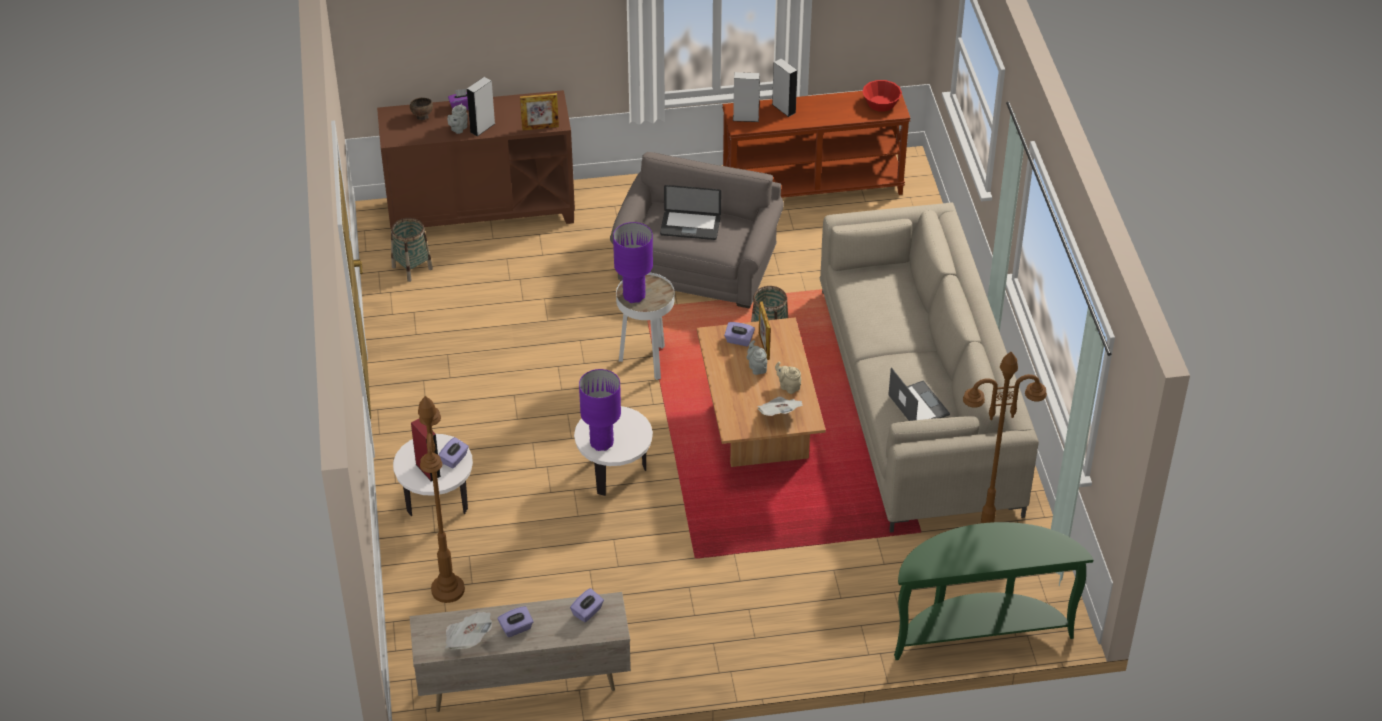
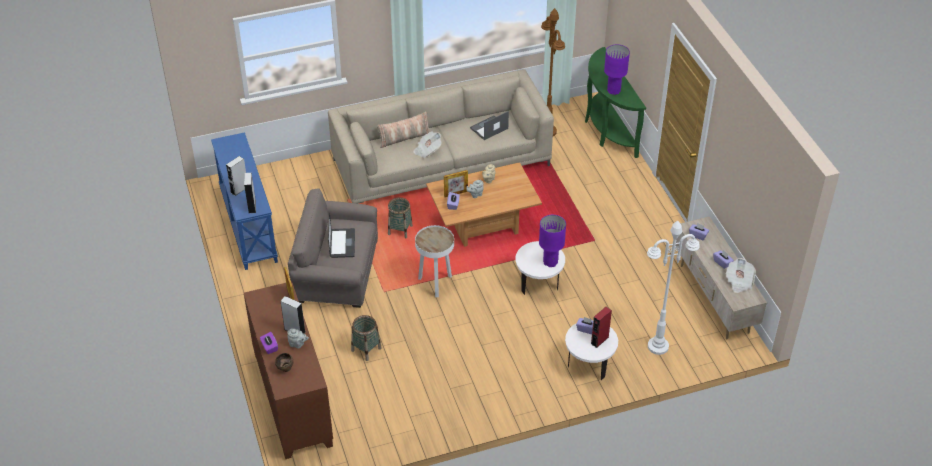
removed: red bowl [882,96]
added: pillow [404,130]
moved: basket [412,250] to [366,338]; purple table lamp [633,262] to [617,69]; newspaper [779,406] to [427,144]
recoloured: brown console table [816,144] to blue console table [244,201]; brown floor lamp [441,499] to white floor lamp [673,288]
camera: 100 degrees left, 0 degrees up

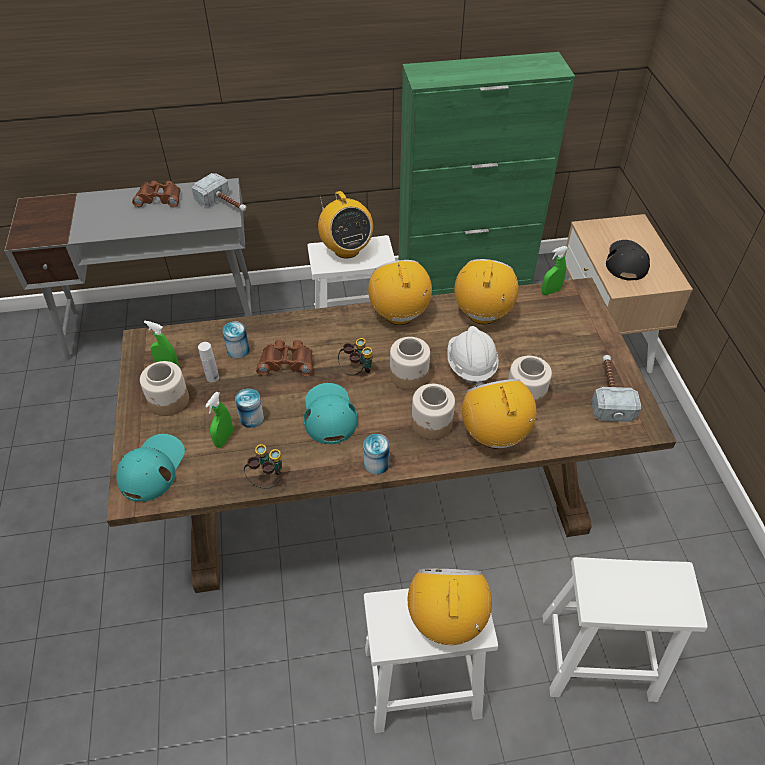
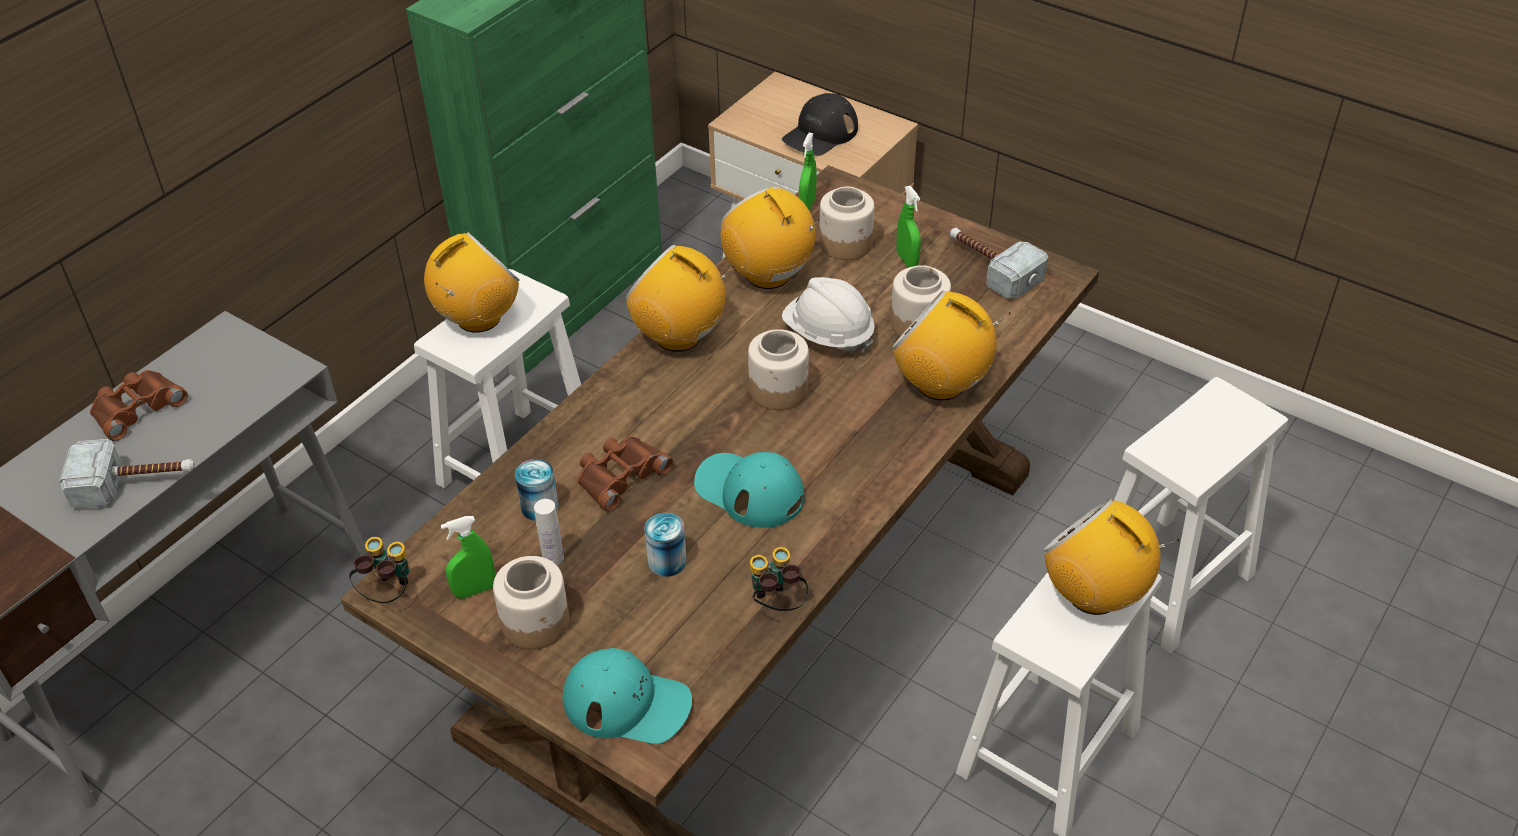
removed: can [376,454]
moved: hammer [218,192] to [127,474]; binoculars [355,357] to [379,570]; jar [433,412] to [846,223]; green spray bottle [219,420] to [908,226]
turned: radio [345,224] = [472,282] 60 degrees counterclockwise; black cap [628,260] = [820,124] 105 degrees counterclockwise; turquoise cap [150,468] = [627,696] 135 degrees clockwise
camera: 45 degrees left, 5 degrees down

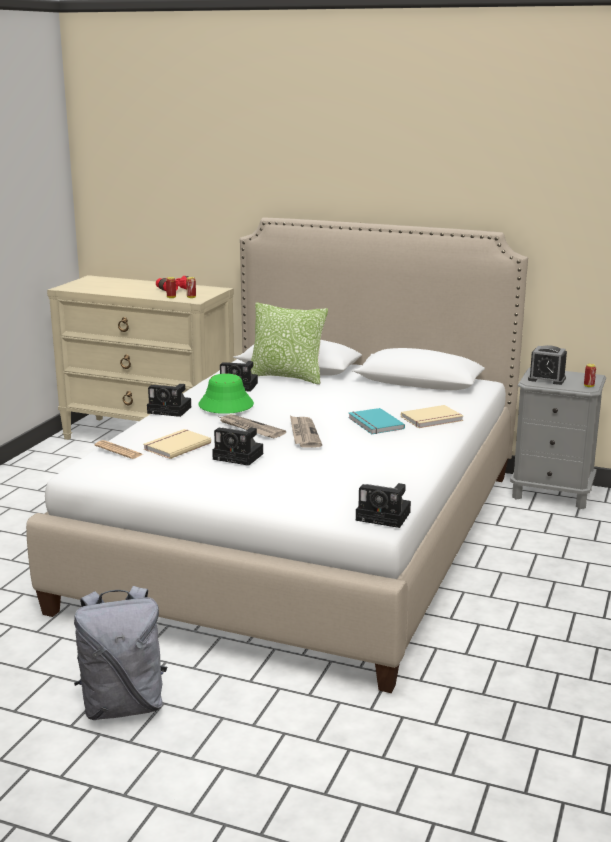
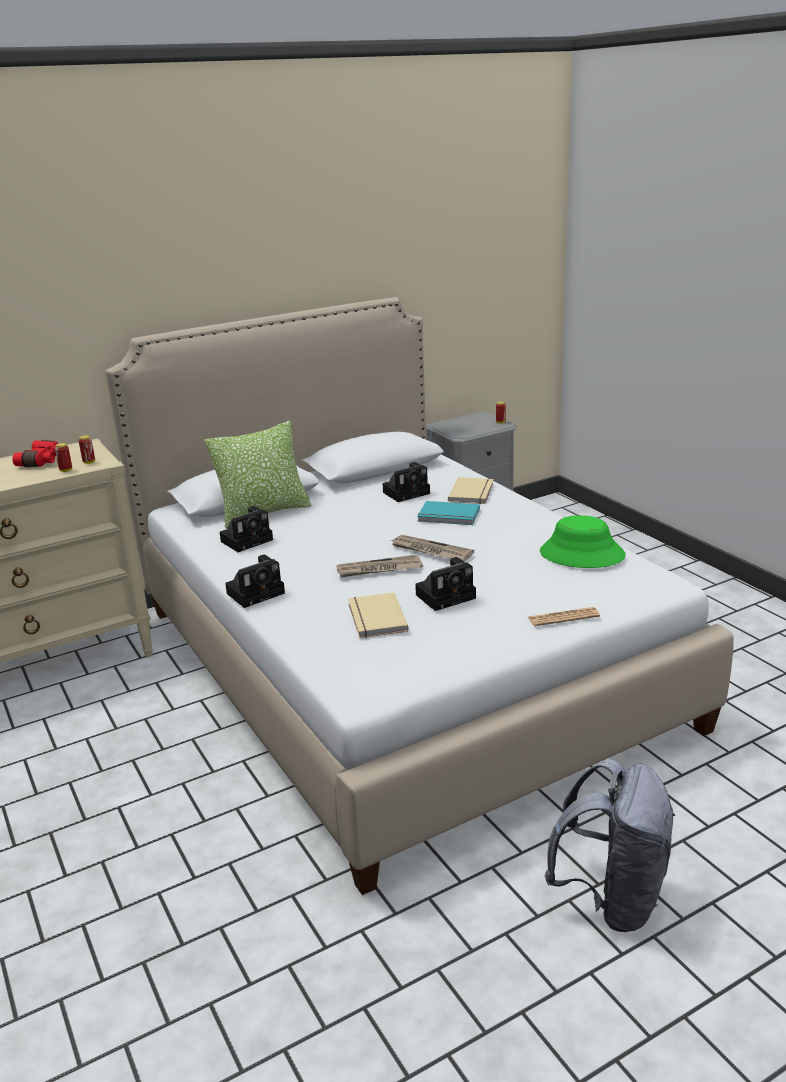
removed: alarm clock [547,365]
moved: green hat [226,394] to [583,541]; newspaper [119,449] to [564,616]; photo camera [383,505] to [406,482]
camera: 50 degrees left, 5 degrees up

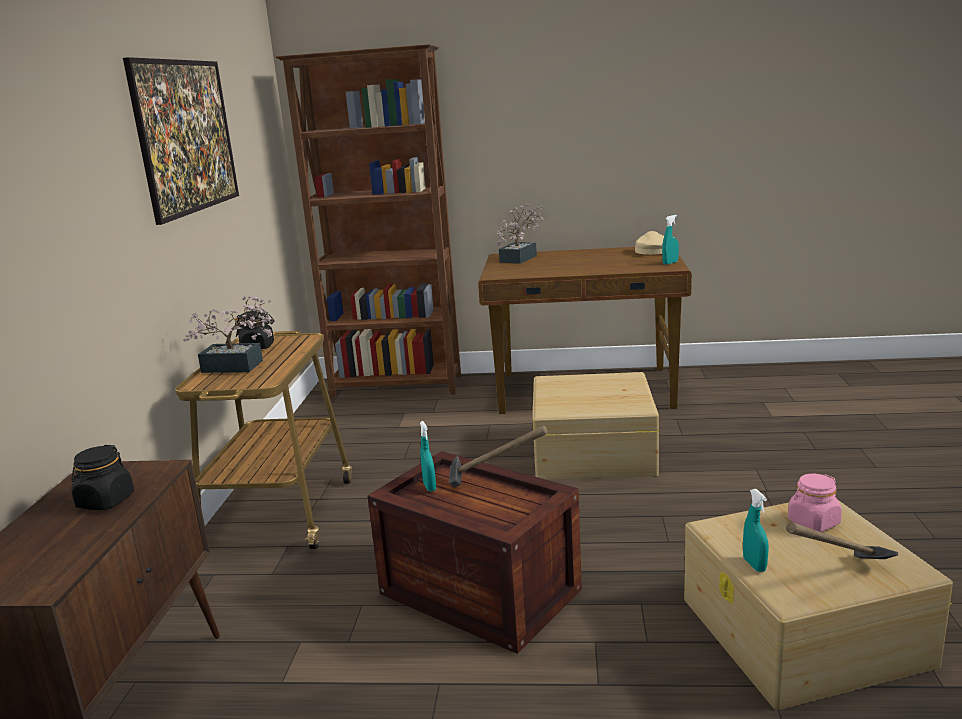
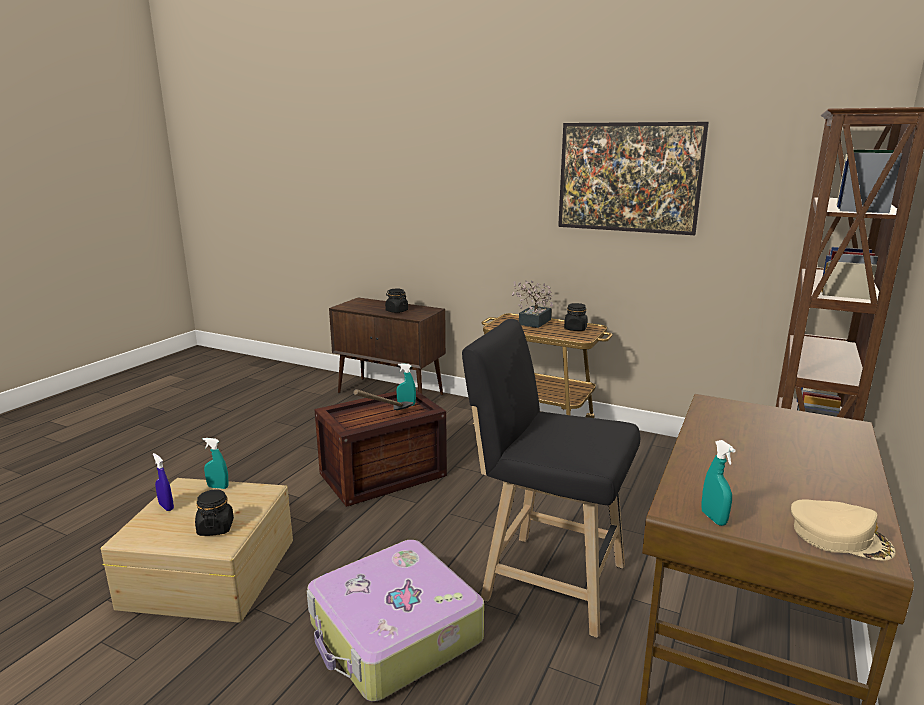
removed: potted plant [520,233]
added: suitcase [395,621]
replaced: beige storage box [596,425] to black stool [551,478]; hammer [842,540] to blue spray bottle [163,482]
recoloured: pink jar [815,503] to black jar [214,512]
camera: 110 degrees right, 0 degrees up

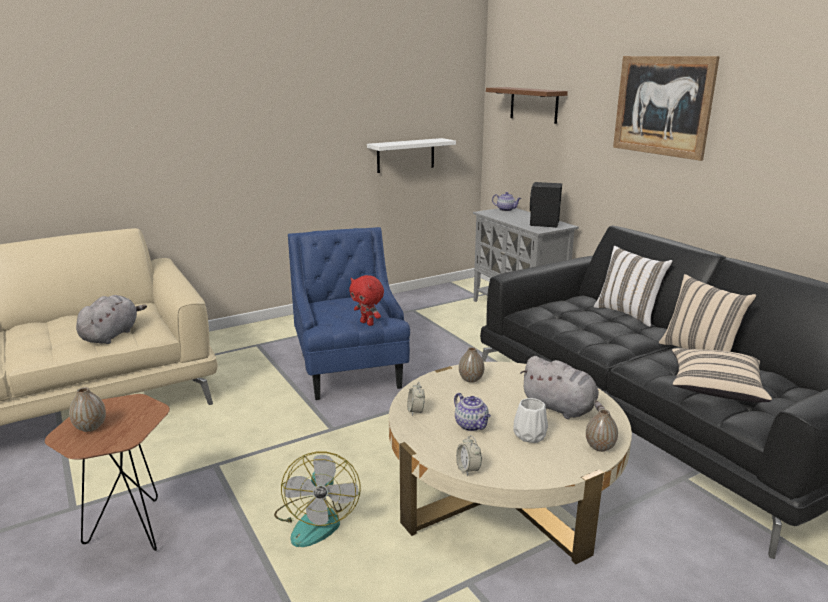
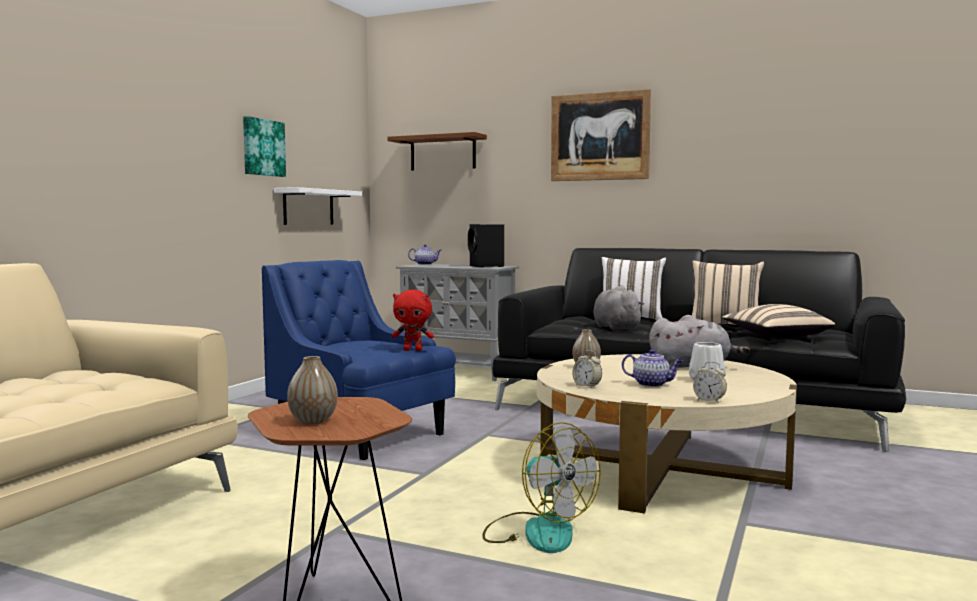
removed: vase [602,430]
added: picture [264,146]
moved: grey plush toy [111,319] to [618,307]
camera: 35 degrees left, 15 degrees down

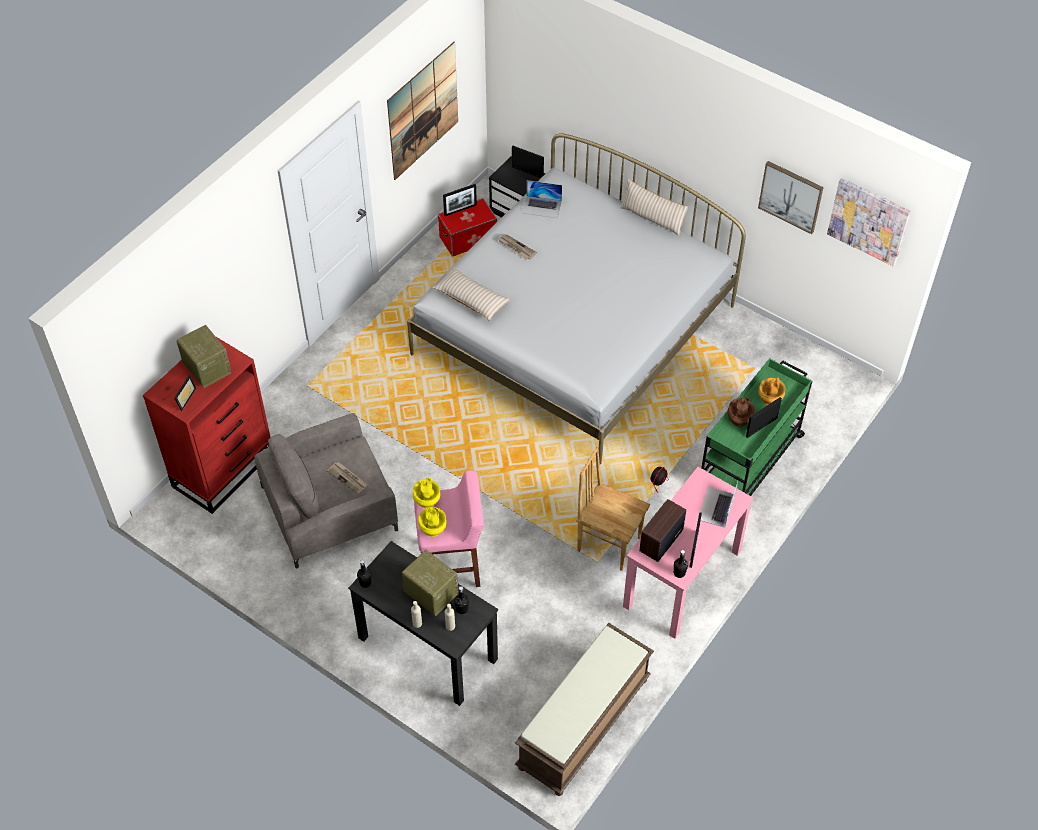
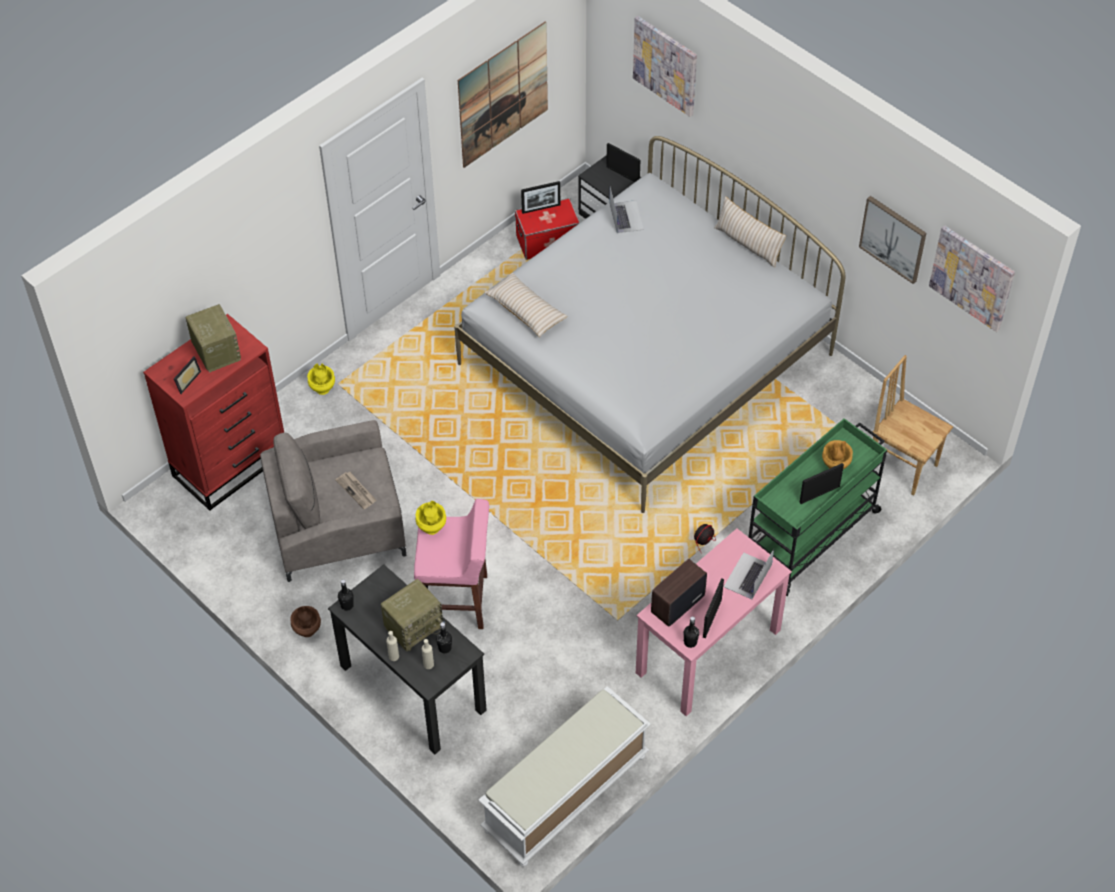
removed: newspaper [517,247]
added: picture [665,66]
moved: brown vase [741,412] to [305,621]; brown chair [613,509] to [913,425]; yellow vase [432,522] to [321,379]
recoloured: brown bench [584,709] to white bench [564,776]
turned: laptop [542,199] = [626,210] 120 degrees counterclockwise; radio [430,583] = [413,615] 90 degrees clockwise
camera: 10 degrees right, 0 degrees up

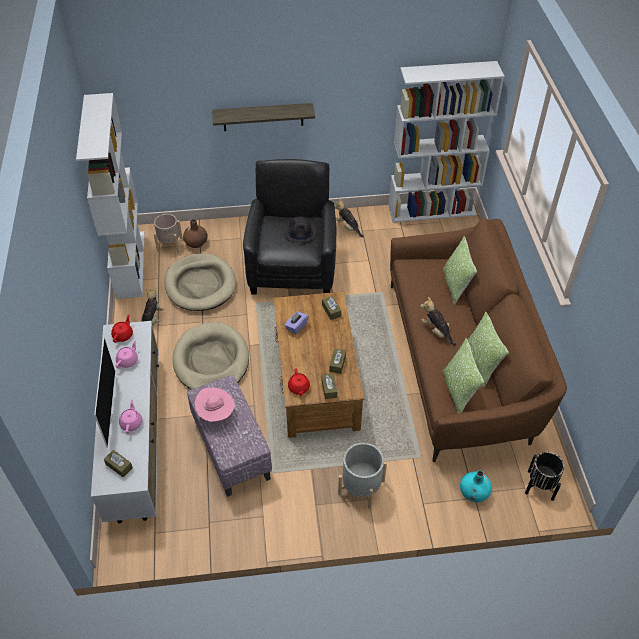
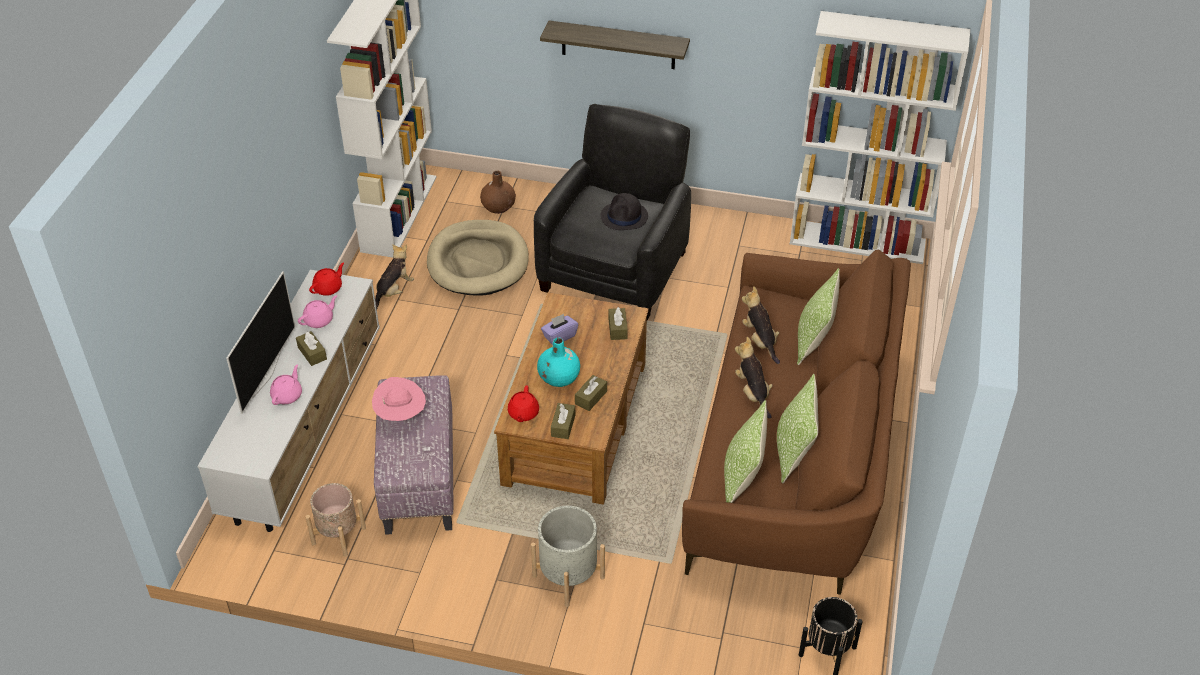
removed: beige dog bed [210,355]
moved: plush toy [349,218] to [761,325]; beige planter [168,233] to [335,520]; brown tissue box [118,464] to [311,348]; turquoise vase [476,486] to [558,362]
camera: 20 degrees right, 5 degrees down

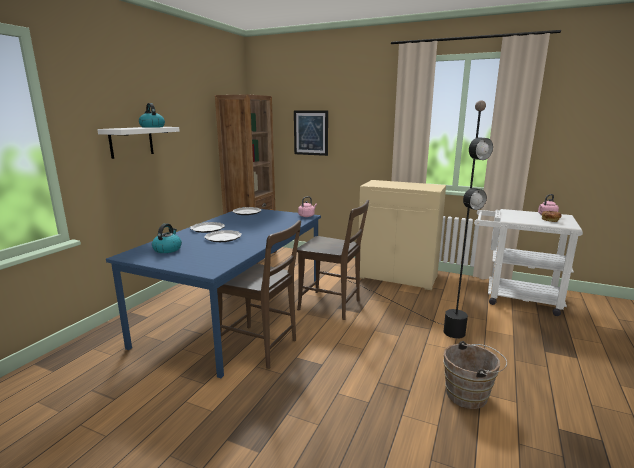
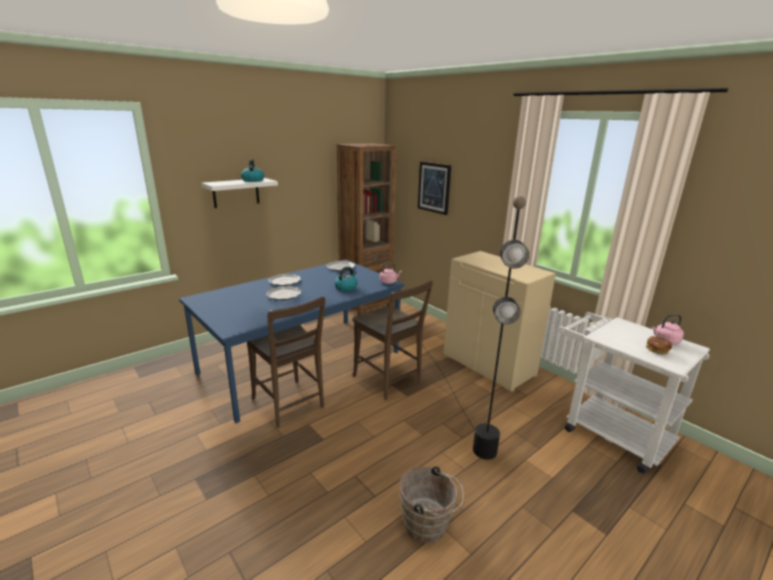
moved: kettle [167,238] to [346,278]
camera: 25 degrees right, 5 degrees up

